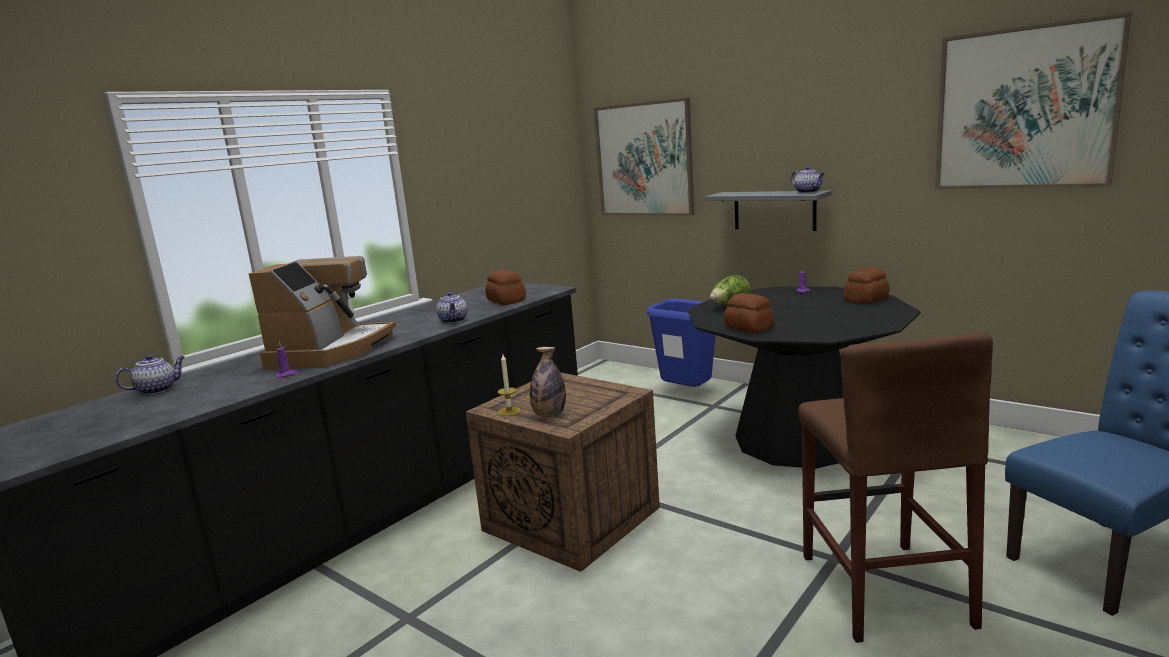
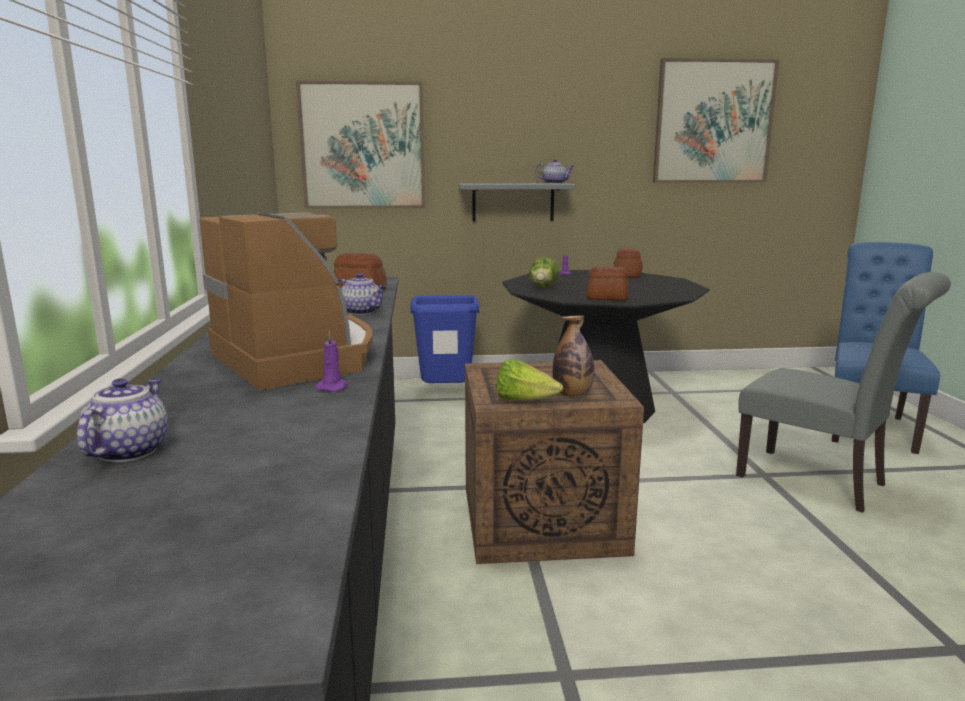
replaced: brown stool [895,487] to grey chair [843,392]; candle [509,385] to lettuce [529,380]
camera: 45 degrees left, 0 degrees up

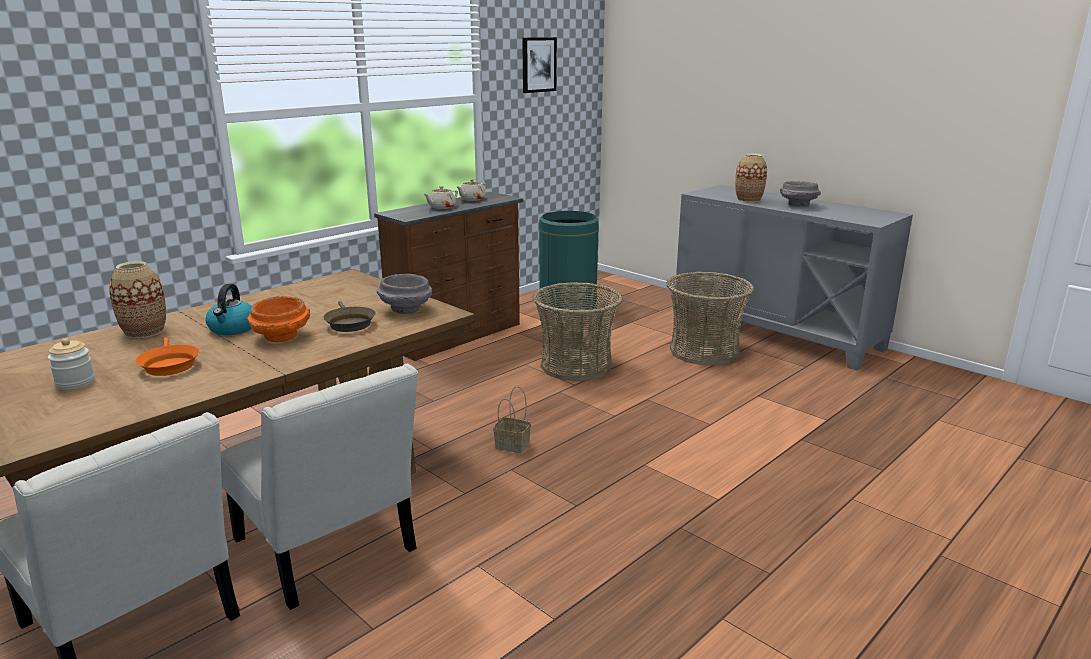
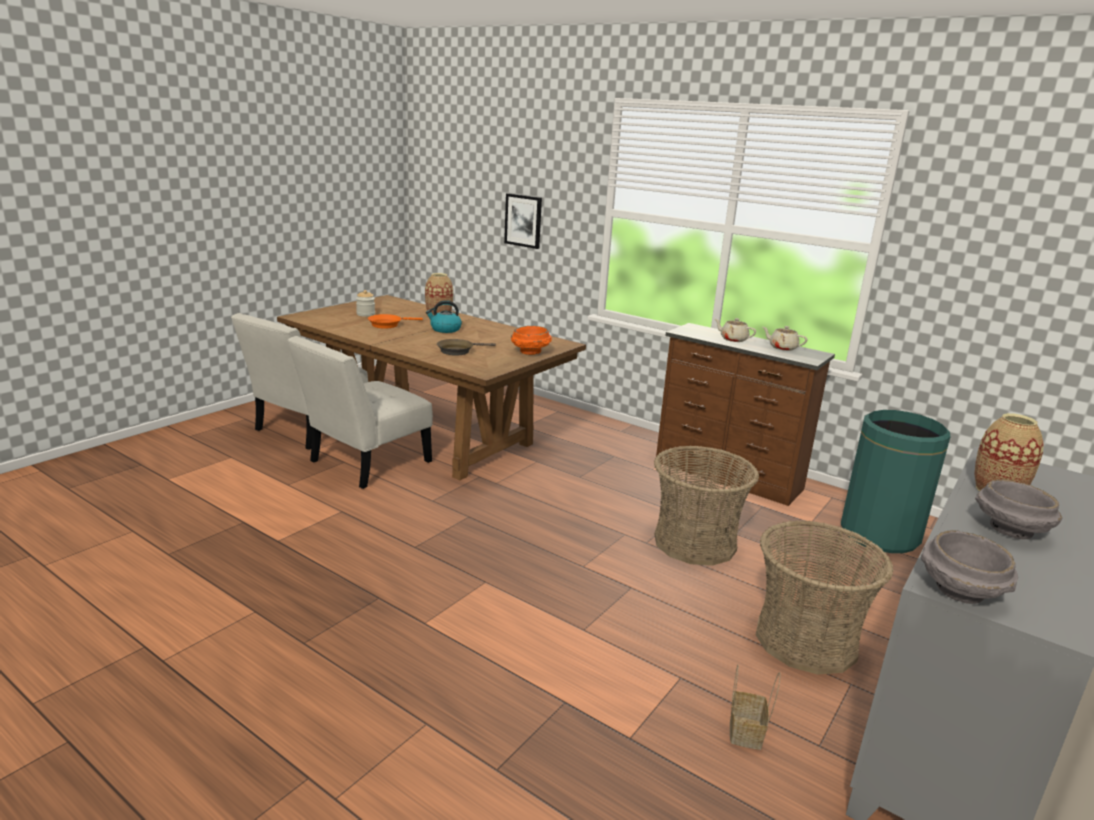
moved: picture [539,65] to [523,221]; grey bowl [404,294] to [969,567]; orange bowl [278,319] to [531,340]; basket [512,419] to [755,707]
camera: 80 degrees right, 0 degrees up

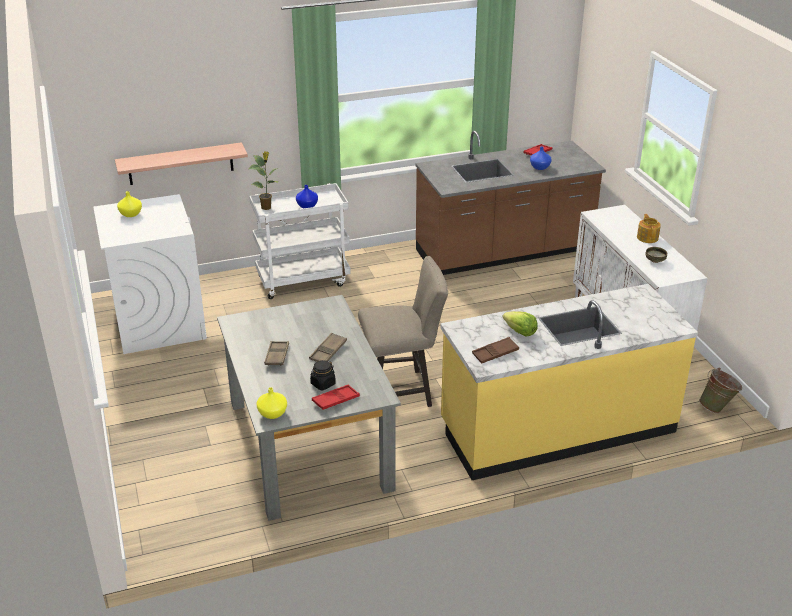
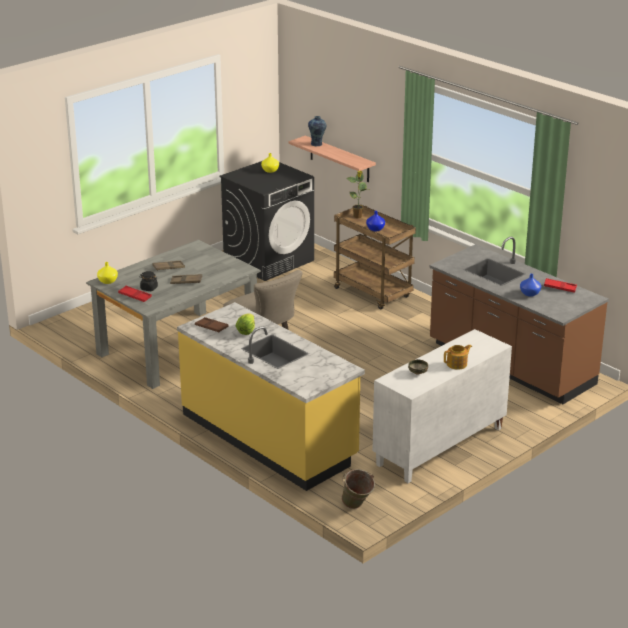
added: vase [317,131]
recoloured: white cart [300,241] to brown cart [375,257]; white washing machine [150,274] to black washing machine [266,221]
camera: 65 degrees right, 5 degrees down

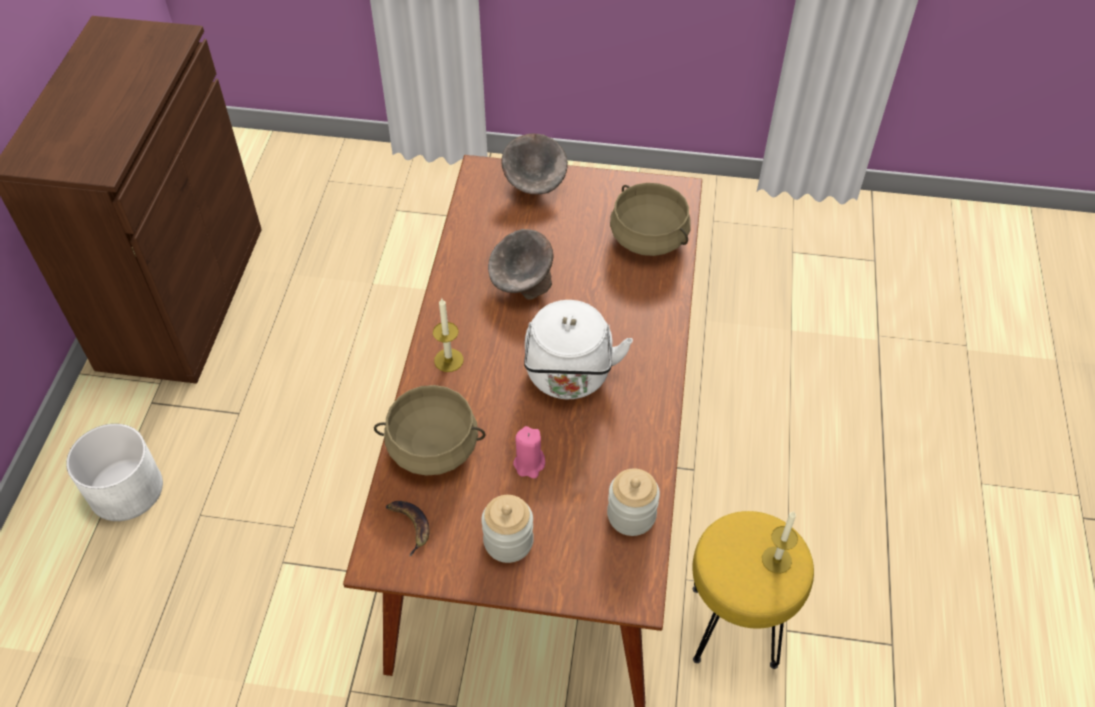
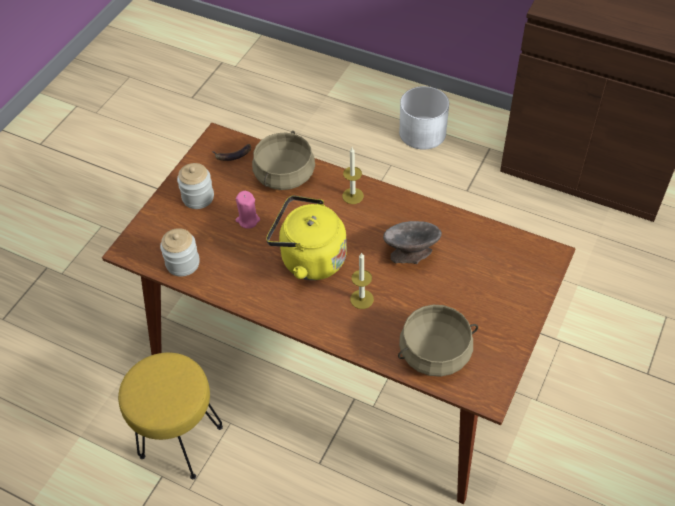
removed: grey bowl [534,163]
moved: candle [780,542] to [362,281]
recoloured: white kettle [578,349] to yellow kettle [306,237]
camera: 110 degrees right, 0 degrees up

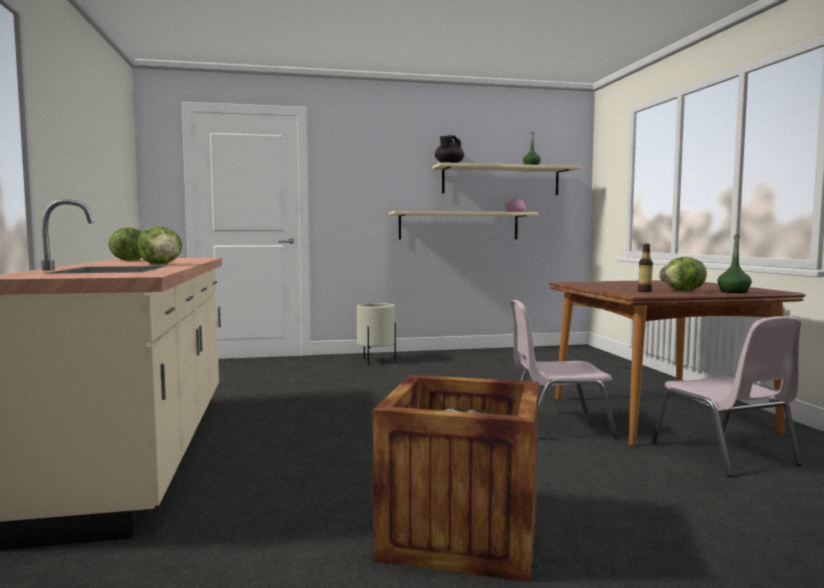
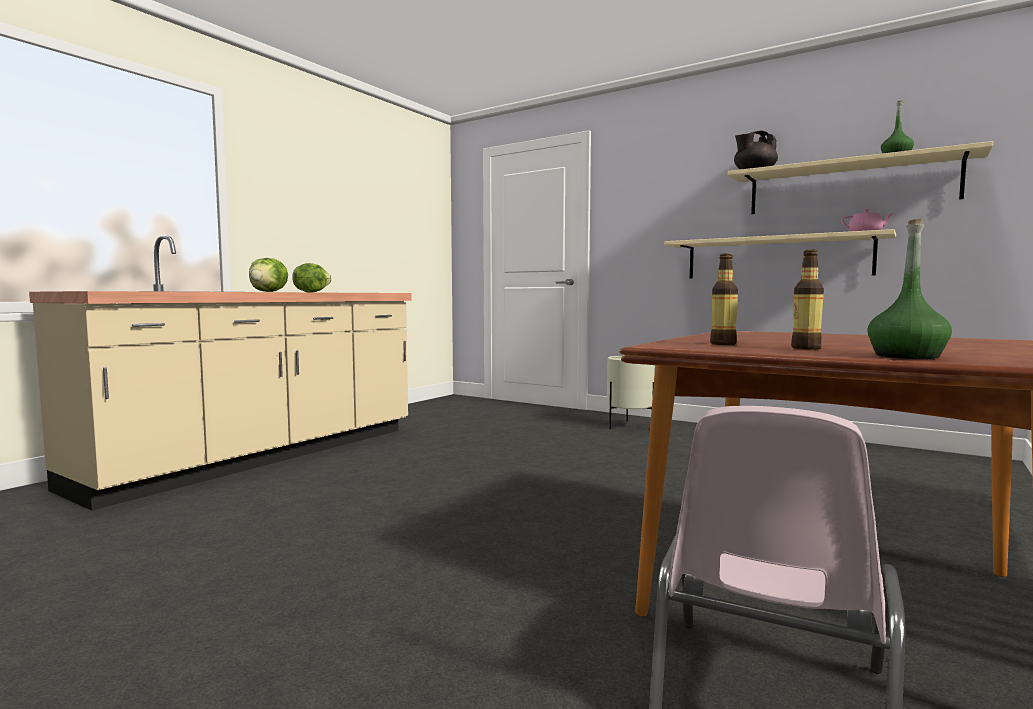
removed: pink chair [564,369]; crate [455,478]
replaced: lettuce [683,274] to bottle [807,299]
camera: 45 degrees right, 0 degrees up

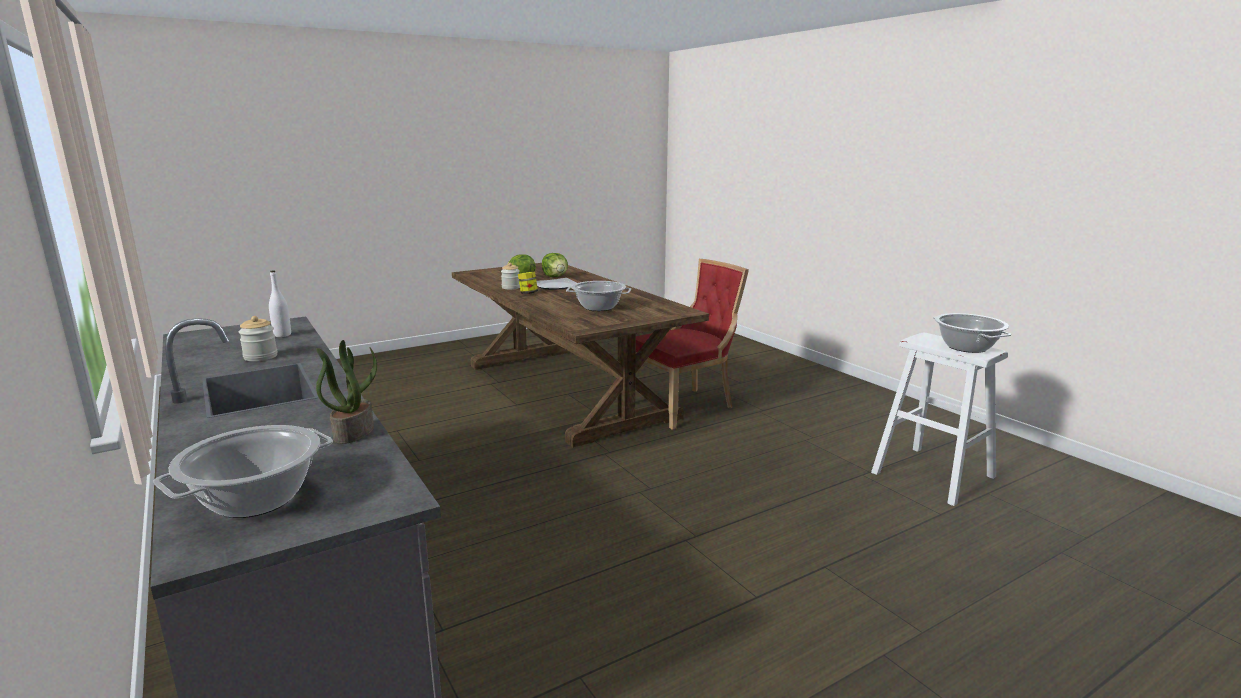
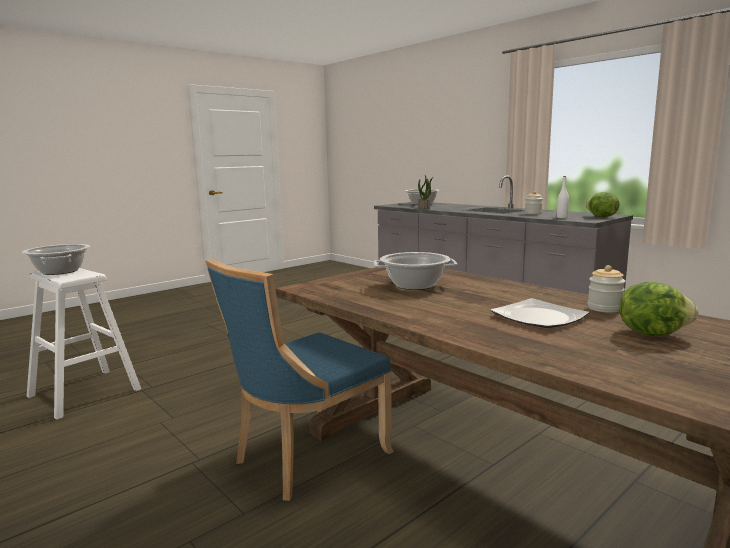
removed: jar [528,283]
moved: lettuce [555,265] to [602,204]
recoloured: red chair [692,344] to blue chair [299,380]
camera: 170 degrees right, 5 degrees down

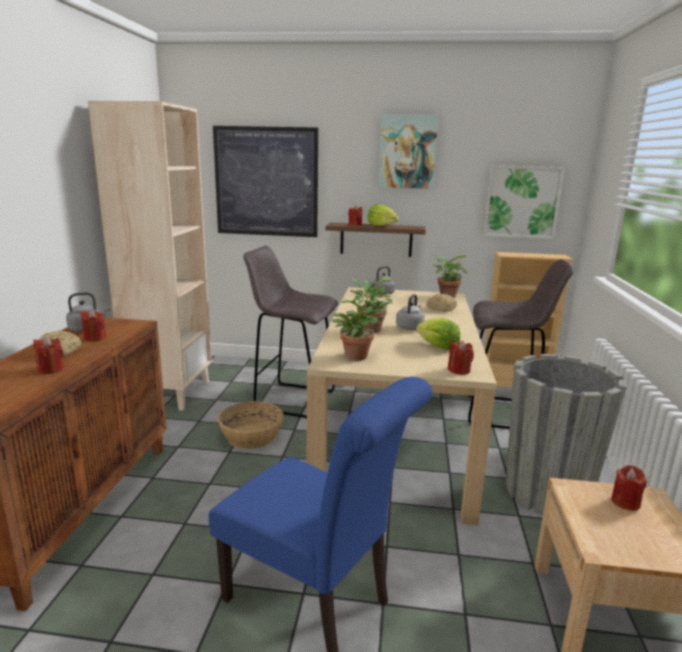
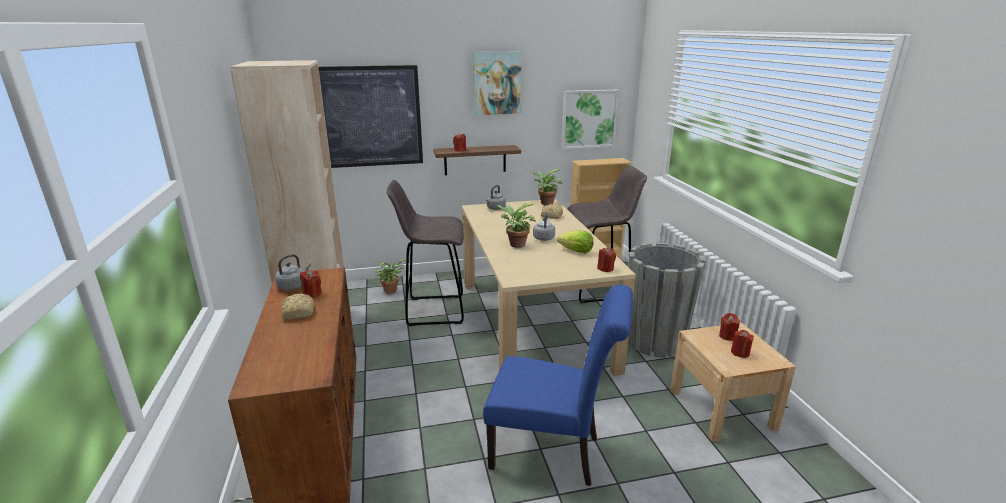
removed: lettuce [383,215]; basket [251,425]
moved: potted plant [362,330] to [390,276]; red candle [48,355] to [742,344]
camera: 20 degrees left, 5 degrees up

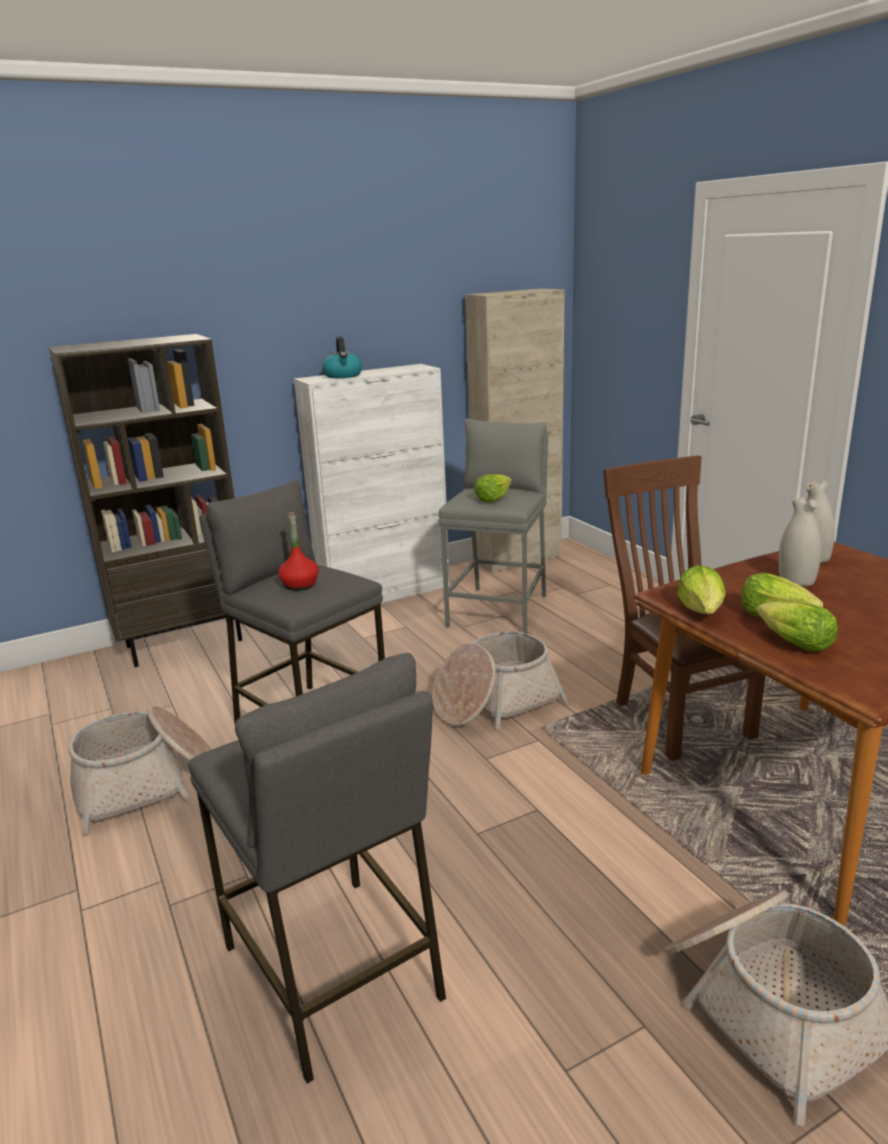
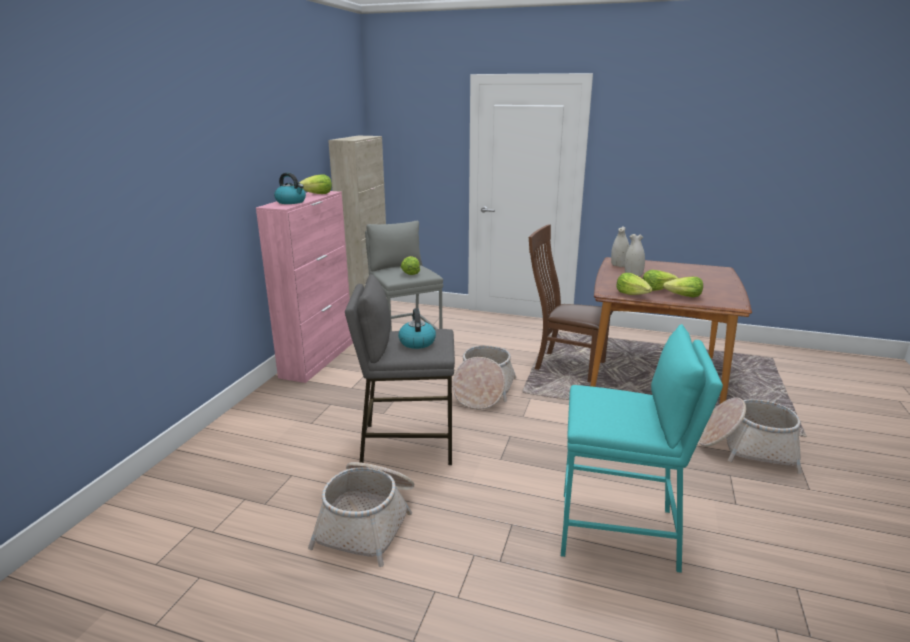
removed: brown bookcase [145,500]
added: lettuce [315,184]
replaced: red bottle [298,551] to kettle [417,328]
recoloured: white cabinet [372,483] to pink cabinet [304,287]; grey stool [317,868] to turquoise stool [642,448]
camera: 45 degrees left, 0 degrees up

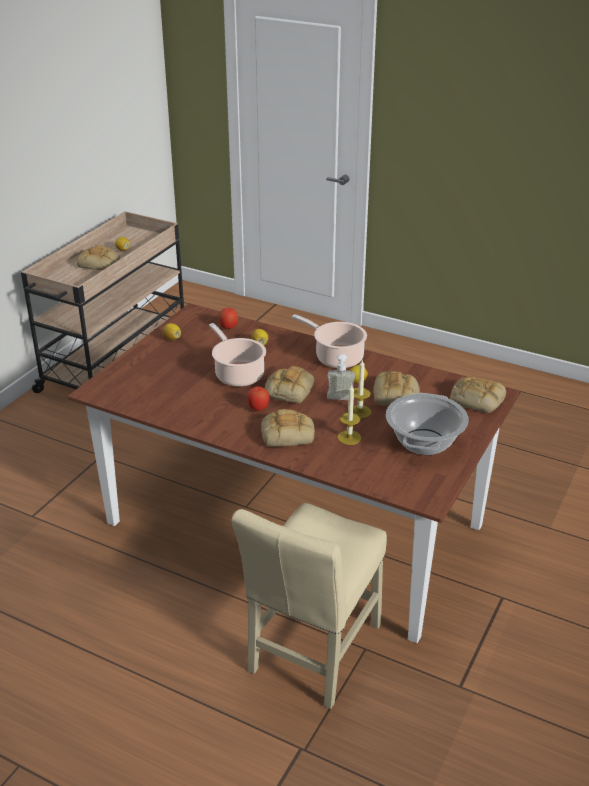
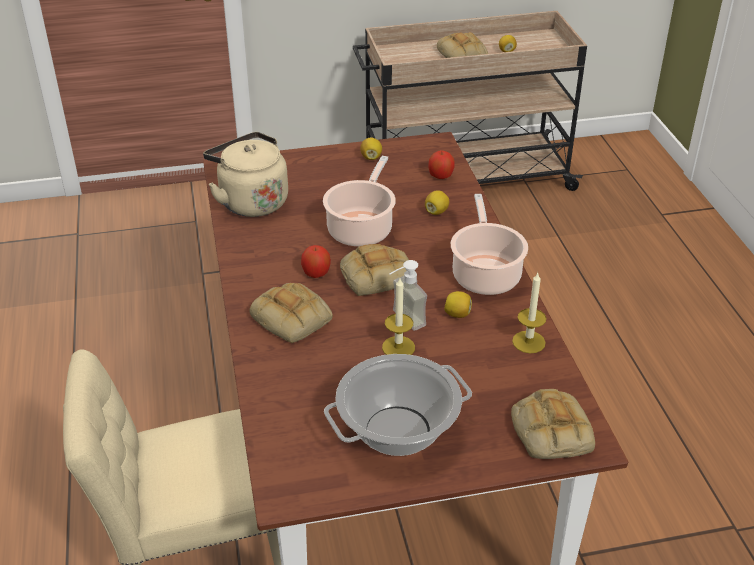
removed: bread [396,388]
added: beige kettle [245,174]
moved: candle [349,414] to [529,313]
camera: 50 degrees right, 5 degrees up

